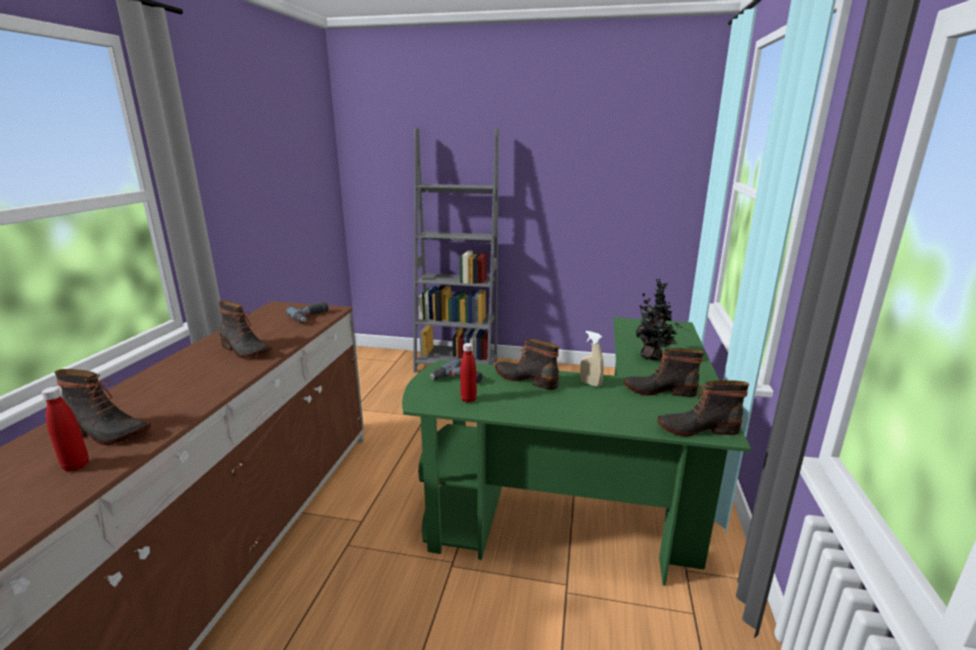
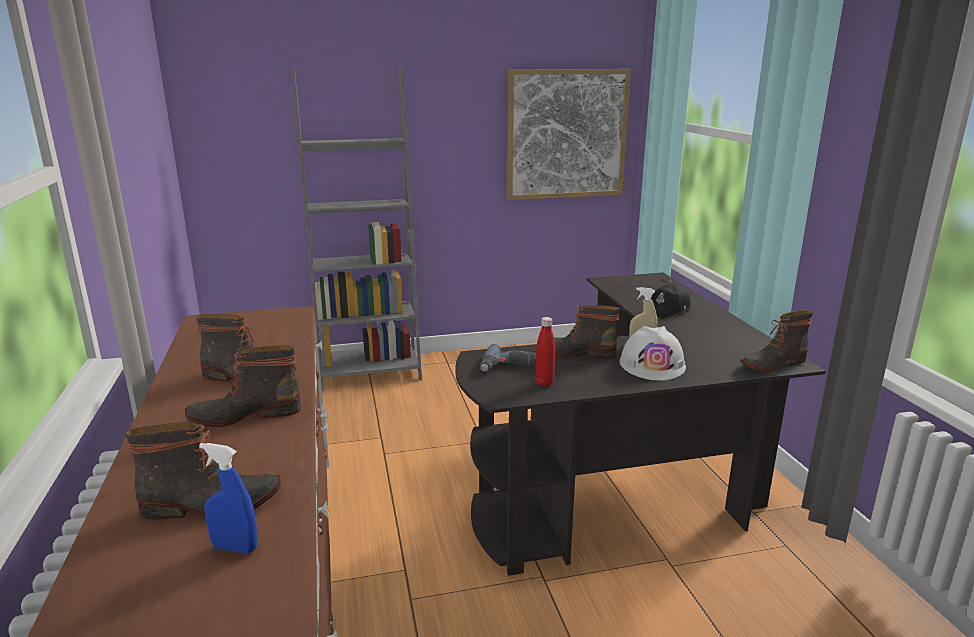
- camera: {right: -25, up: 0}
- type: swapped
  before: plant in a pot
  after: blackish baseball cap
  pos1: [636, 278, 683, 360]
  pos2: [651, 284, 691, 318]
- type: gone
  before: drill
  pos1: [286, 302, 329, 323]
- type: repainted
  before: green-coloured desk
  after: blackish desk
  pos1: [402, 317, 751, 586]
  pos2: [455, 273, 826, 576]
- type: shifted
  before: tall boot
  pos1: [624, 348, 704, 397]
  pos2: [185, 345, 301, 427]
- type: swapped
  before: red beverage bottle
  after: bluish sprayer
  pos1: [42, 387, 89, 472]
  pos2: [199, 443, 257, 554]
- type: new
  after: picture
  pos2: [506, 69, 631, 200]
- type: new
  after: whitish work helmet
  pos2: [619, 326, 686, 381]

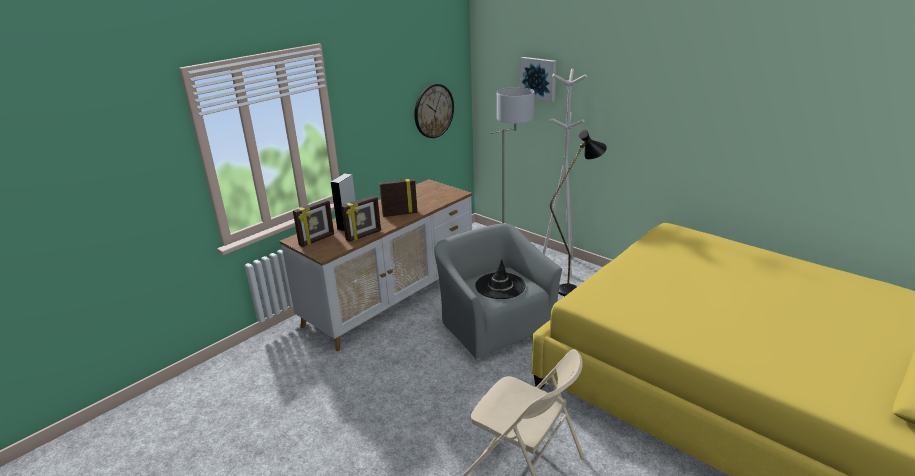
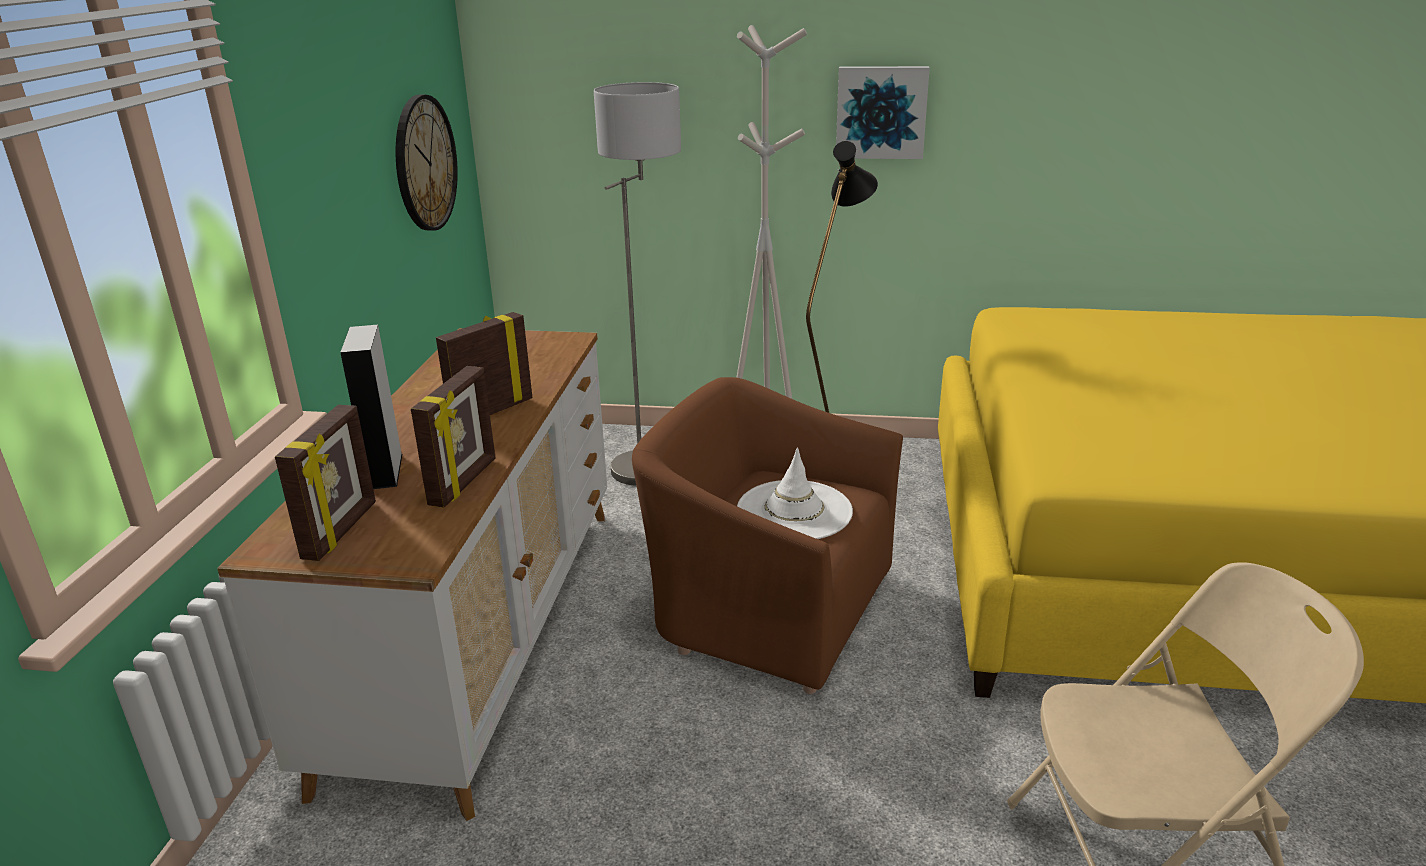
- camera: {right: -35, up: 0}
- type: shifted
  before: picture
  pos1: [520, 57, 556, 102]
  pos2: [836, 66, 930, 159]
- type: repainted
  before: greyish armchair
  after: brownish armchair
  pos1: [434, 223, 562, 360]
  pos2: [632, 377, 903, 694]
- type: repainted
  before: blackish wearable hat
  after: whitish wearable hat
  pos1: [475, 259, 526, 299]
  pos2: [737, 447, 853, 539]

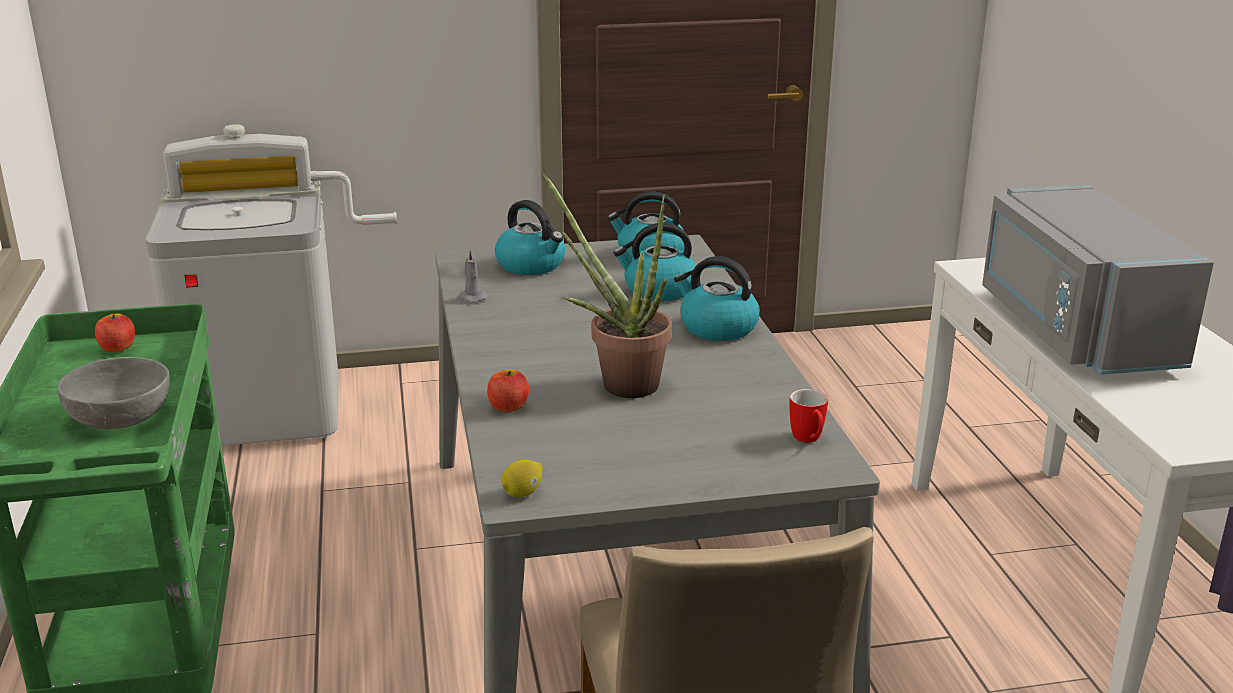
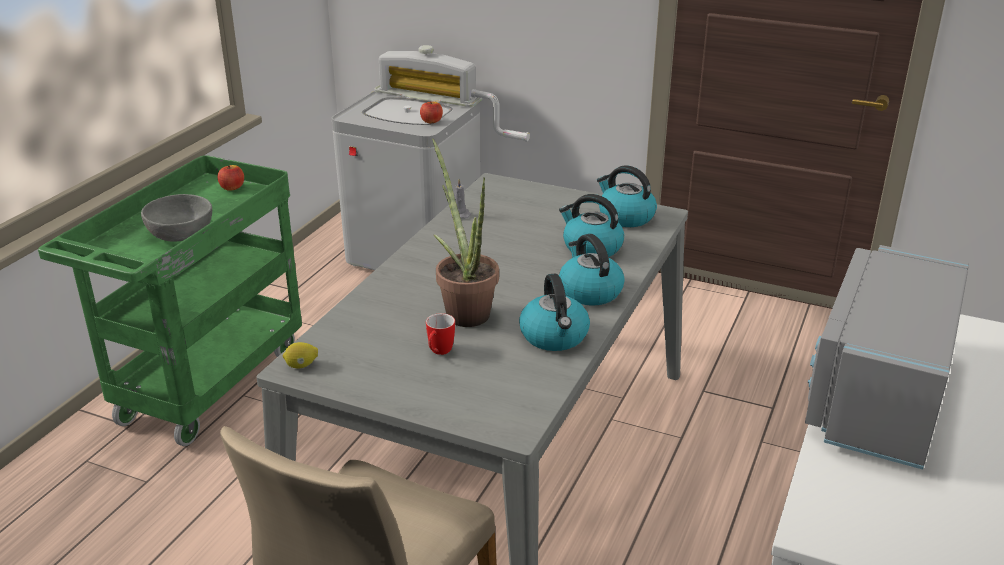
- camera: {right: 35, up: 5}
- type: shifted
  before: water kettle
  pos1: [495, 200, 565, 275]
  pos2: [519, 274, 590, 351]
- type: shifted
  before: apple
  pos1: [487, 369, 529, 413]
  pos2: [420, 101, 443, 123]
- type: shifted
  before: tea mug
  pos1: [789, 389, 828, 443]
  pos2: [426, 313, 455, 355]

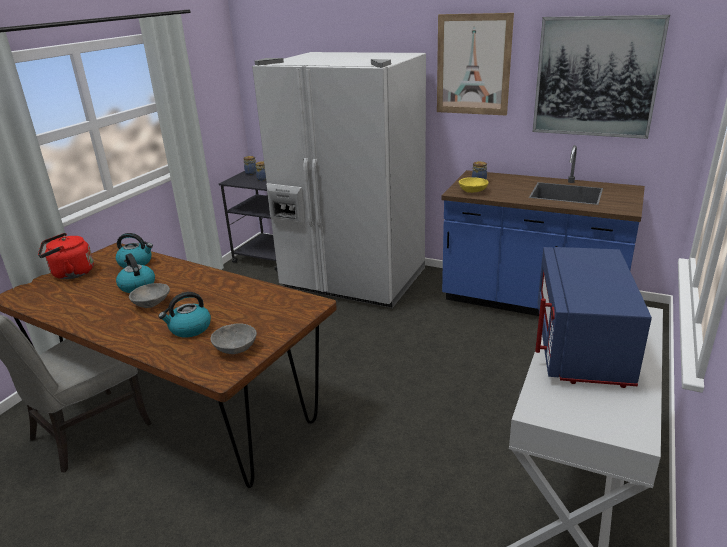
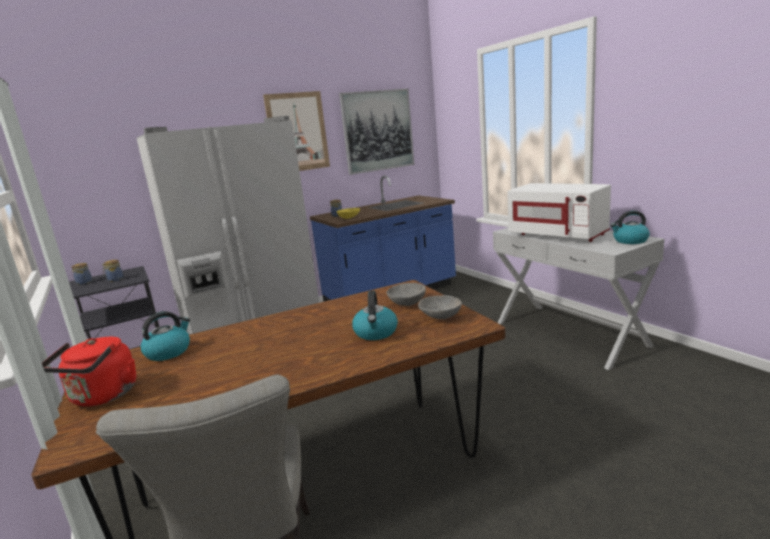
- camera: {right: -55, up: -10}
- type: repainted
  before: bluish kitchen microwave
  after: whitish kitchen microwave
  pos1: [535, 247, 652, 388]
  pos2: [507, 183, 611, 242]
- type: shifted
  before: water kettle
  pos1: [116, 253, 155, 293]
  pos2: [610, 211, 650, 244]
- type: shifted
  before: greyish bowl
  pos1: [129, 283, 170, 308]
  pos2: [386, 283, 426, 306]

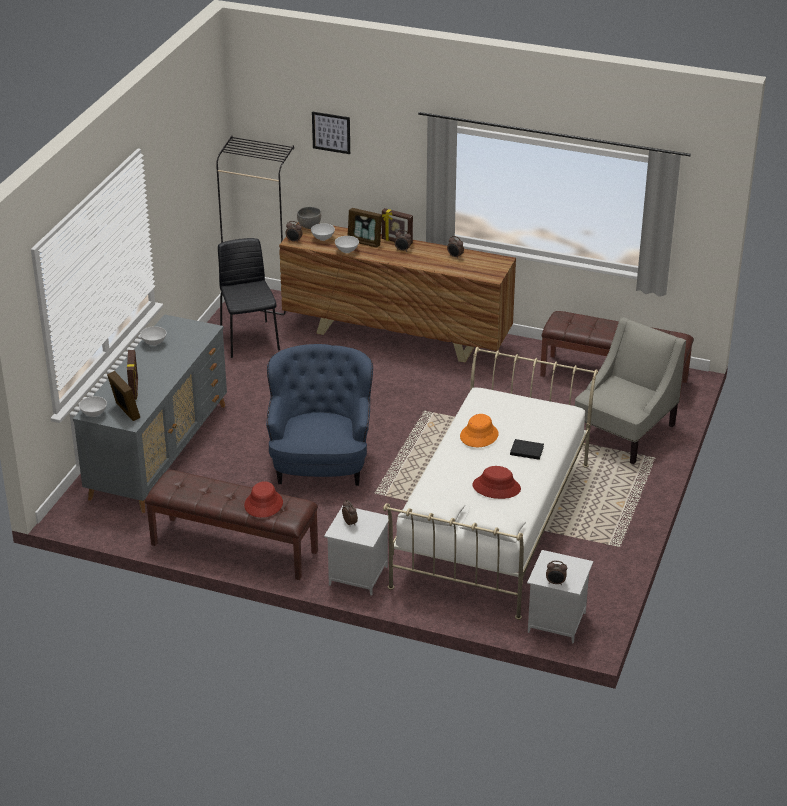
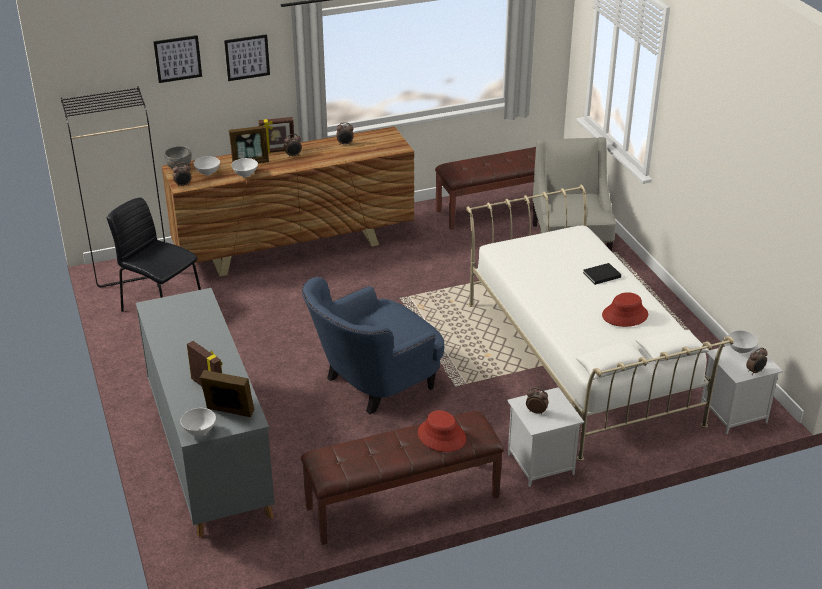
- camera: {right: -40, up: 0}
- type: shifted
  before: whitish bowl
  pos1: [140, 326, 167, 346]
  pos2: [728, 330, 758, 353]
- type: rotated
  before: bluish armchair
  pos1: [266, 344, 373, 486]
  pos2: [302, 277, 444, 414]
  turn: -90
- type: gone
  before: orange wearable hat
  pos1: [460, 414, 499, 447]
- type: new
  after: picture
  pos2: [224, 34, 270, 81]

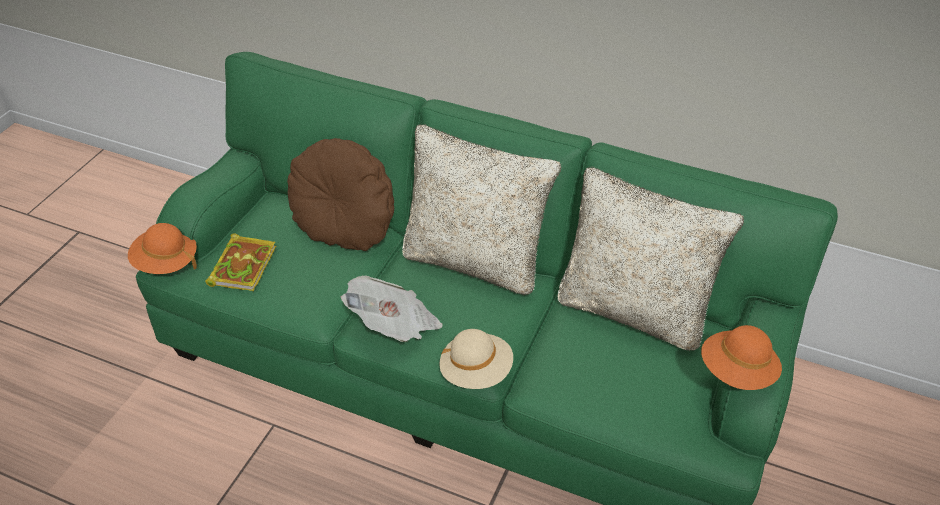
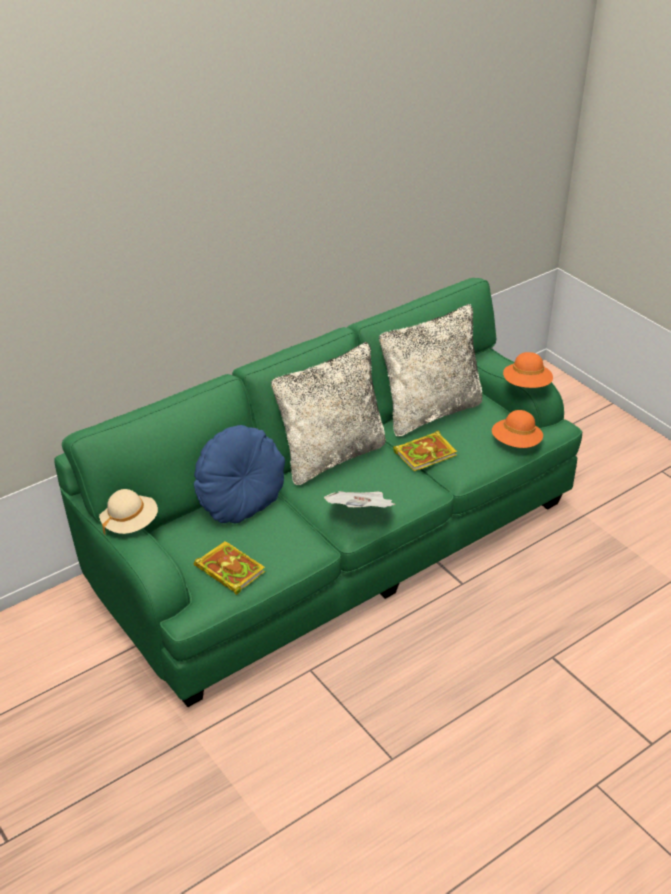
- camera: {right: -60, up: -5}
- type: repainted
  before: brownish cushion
  after: bluish cushion
  pos1: [287, 138, 394, 251]
  pos2: [194, 425, 285, 523]
- type: shifted
  before: orange wearable hat
  pos1: [128, 223, 197, 274]
  pos2: [492, 410, 543, 448]
- type: shifted
  before: beige-coloured wearable hat
  pos1: [439, 329, 513, 389]
  pos2: [99, 489, 158, 535]
- type: new
  after: book
  pos2: [393, 430, 457, 471]

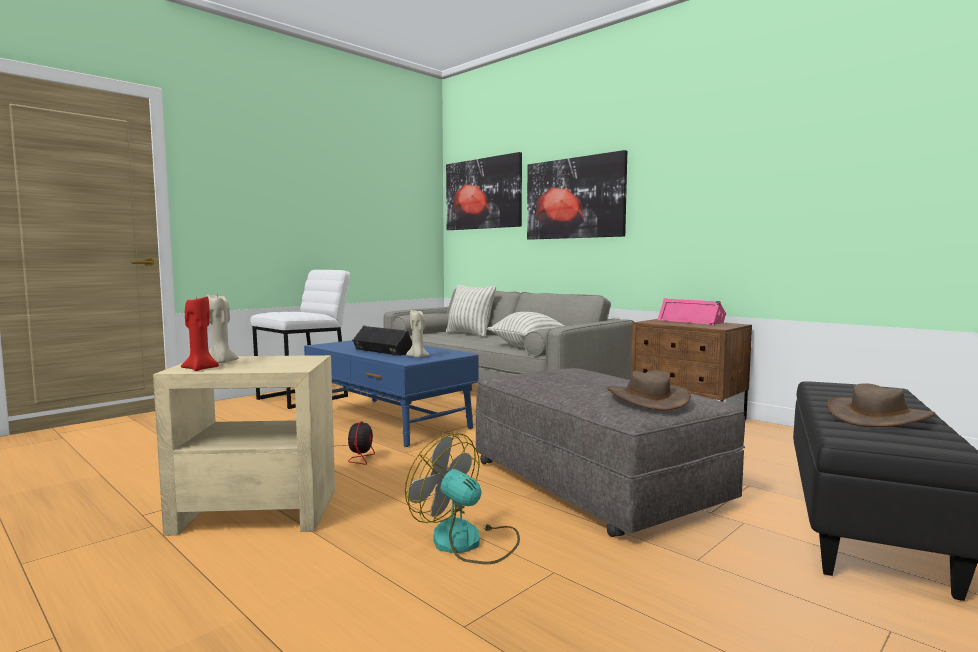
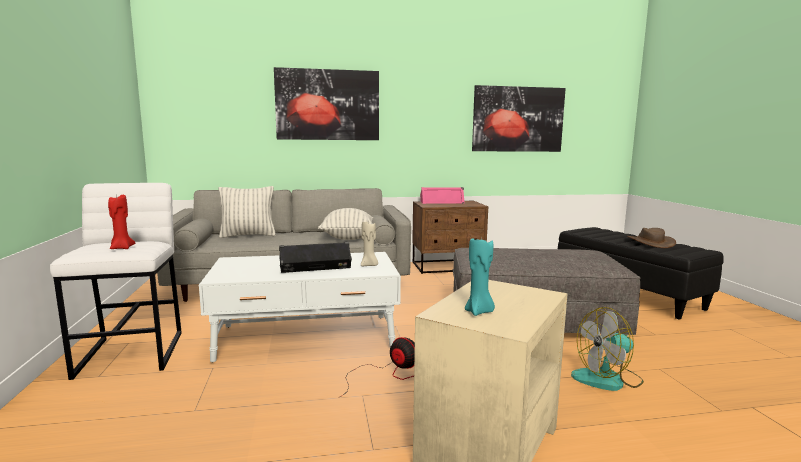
- camera: {right: -55, up: 5}
- type: shifted
  before: picture
  pos1: [446, 152, 522, 230]
  pos2: [472, 85, 566, 152]
- type: repainted
  before: beige-coloured wax light
  after: turquoise-coloured wax light
  pos1: [206, 294, 239, 363]
  pos2: [465, 237, 495, 316]
- type: shifted
  before: red wax light
  pos1: [181, 297, 219, 371]
  pos2: [108, 194, 135, 249]
- type: repainted
  before: bluish low table
  after: whitish low table
  pos1: [304, 340, 479, 447]
  pos2: [199, 252, 401, 362]
- type: gone
  before: brownish wearable hat
  pos1: [607, 371, 691, 411]

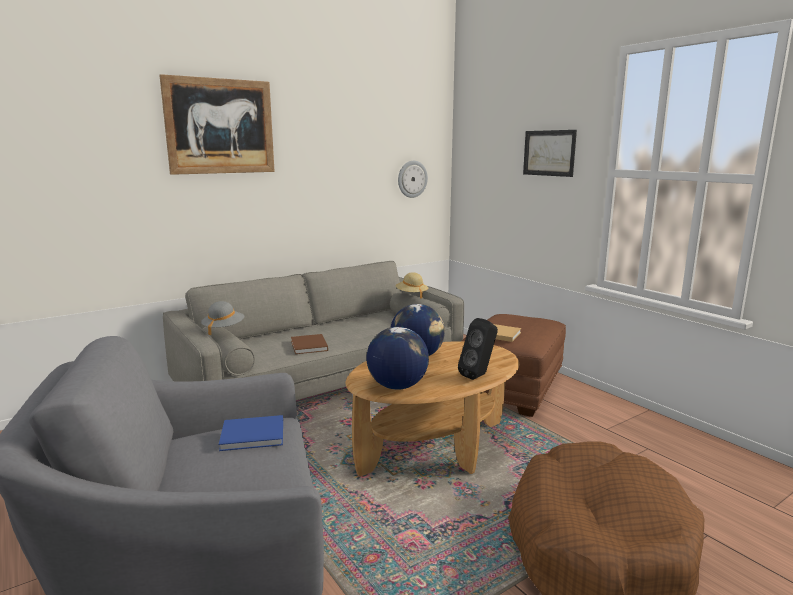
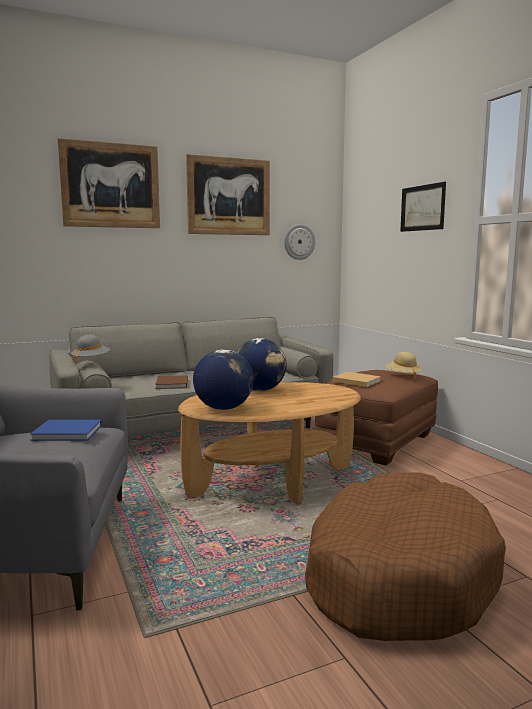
- camera: {right: 10, up: -5}
- type: shifted
  before: beige-coloured wearable hat
  pos1: [395, 272, 428, 299]
  pos2: [385, 352, 423, 380]
- type: gone
  before: blackish loudspeaker
  pos1: [458, 318, 498, 380]
- type: new
  after: picture
  pos2: [186, 154, 270, 235]

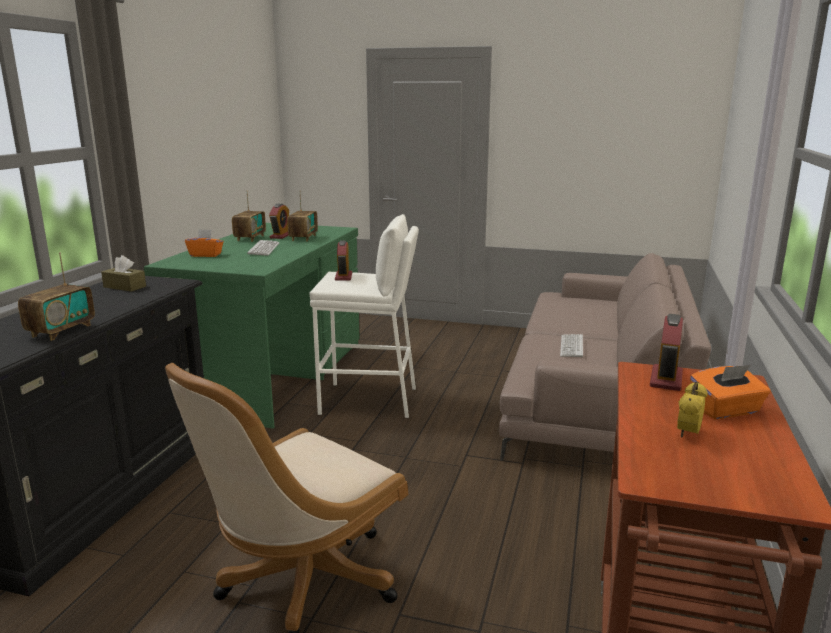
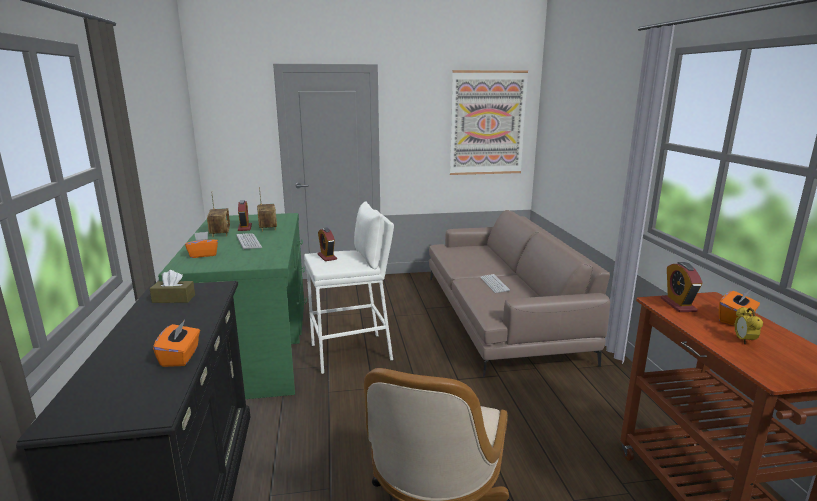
- camera: {right: -25, up: 0}
- type: swapped
  before: radio receiver
  after: orange tissue holder
  pos1: [18, 253, 95, 341]
  pos2: [153, 320, 200, 367]
- type: new
  after: picture
  pos2: [450, 70, 528, 175]

